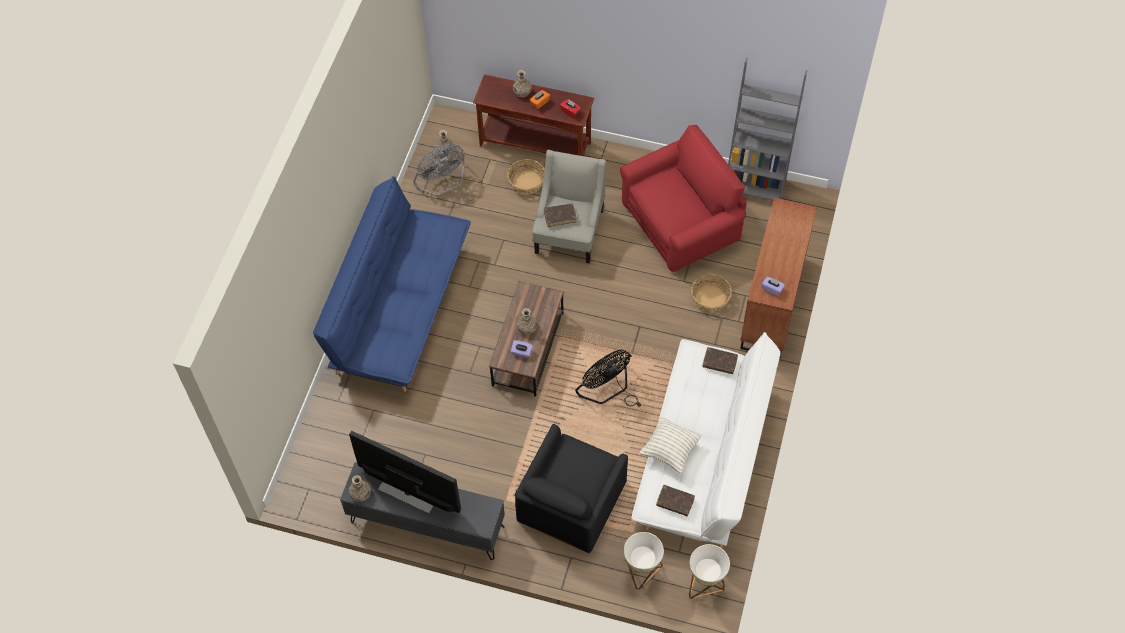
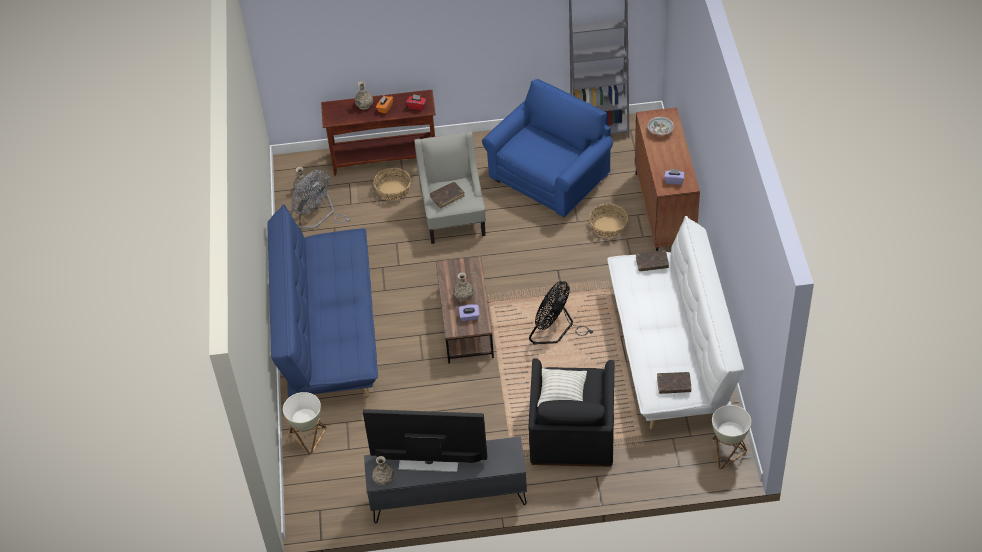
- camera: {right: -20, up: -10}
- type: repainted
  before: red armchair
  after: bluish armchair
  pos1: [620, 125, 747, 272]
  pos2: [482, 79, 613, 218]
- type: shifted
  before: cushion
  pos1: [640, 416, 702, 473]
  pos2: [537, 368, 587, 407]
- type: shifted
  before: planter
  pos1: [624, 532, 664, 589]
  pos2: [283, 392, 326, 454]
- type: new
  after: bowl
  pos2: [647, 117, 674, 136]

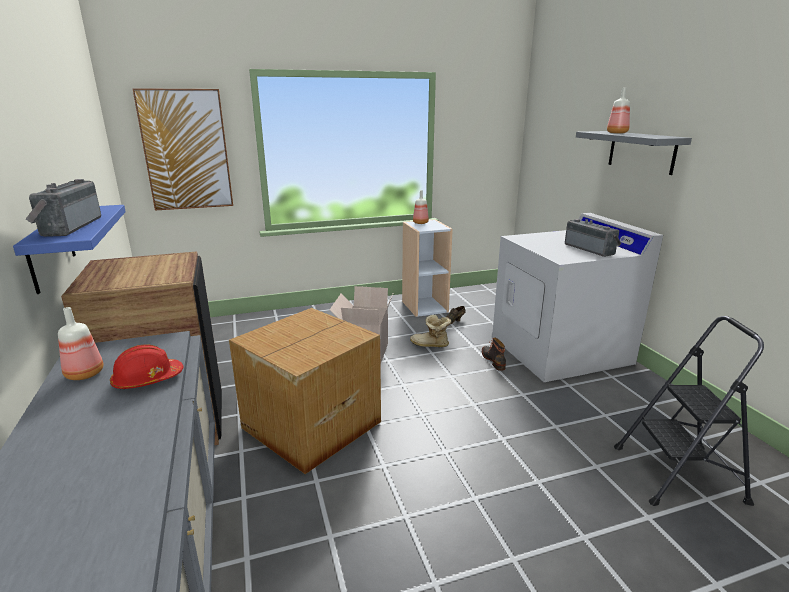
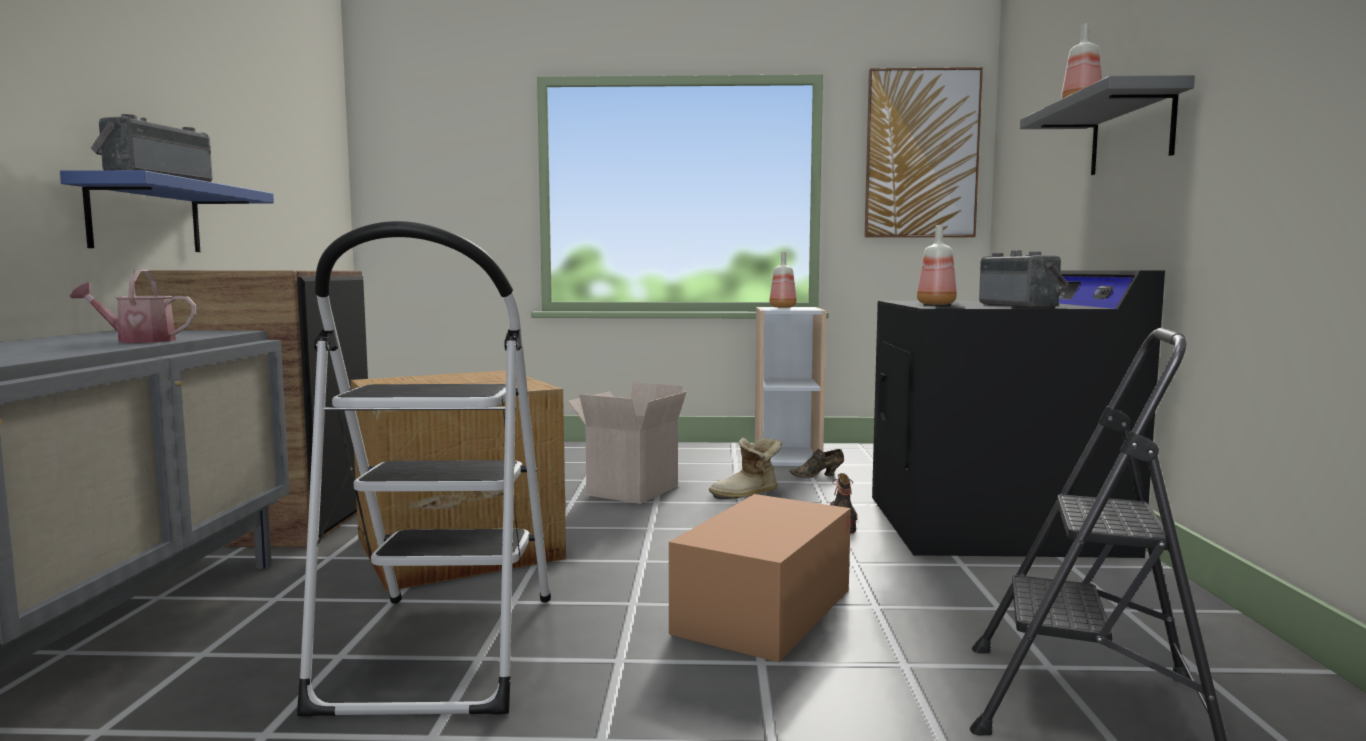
- camera: {right: 20, up: -15}
- type: shifted
  before: picture
  pos1: [132, 88, 233, 211]
  pos2: [864, 67, 983, 238]
- type: repainted
  before: whitish washing machine
  after: blackish washing machine
  pos1: [492, 213, 663, 382]
  pos2: [872, 270, 1165, 558]
- type: shifted
  before: beverage bottle
  pos1: [58, 307, 104, 380]
  pos2: [917, 225, 957, 305]
- type: rotated
  before: tall boot
  pos1: [410, 315, 451, 347]
  pos2: [709, 437, 782, 499]
  turn: -60
- type: swapped
  before: red work helmet
  after: watering can
  pos1: [110, 344, 183, 390]
  pos2: [70, 270, 196, 343]
- type: new
  after: stepladder
  pos2: [297, 221, 551, 717]
- type: new
  after: packing box
  pos2: [669, 494, 851, 662]

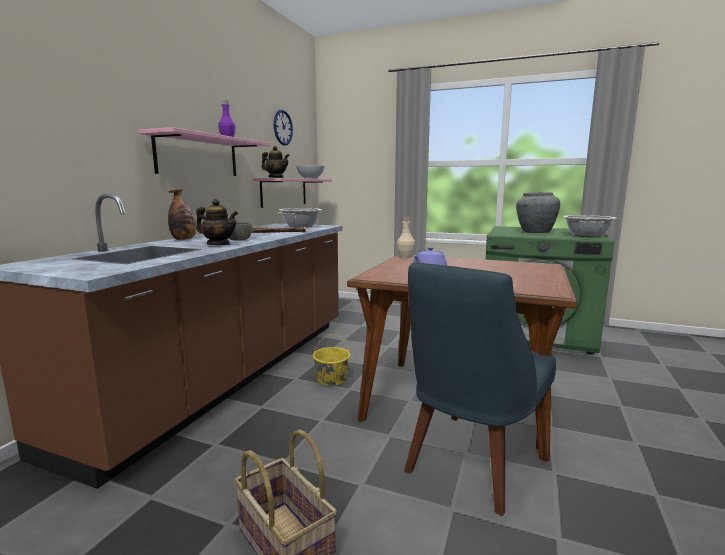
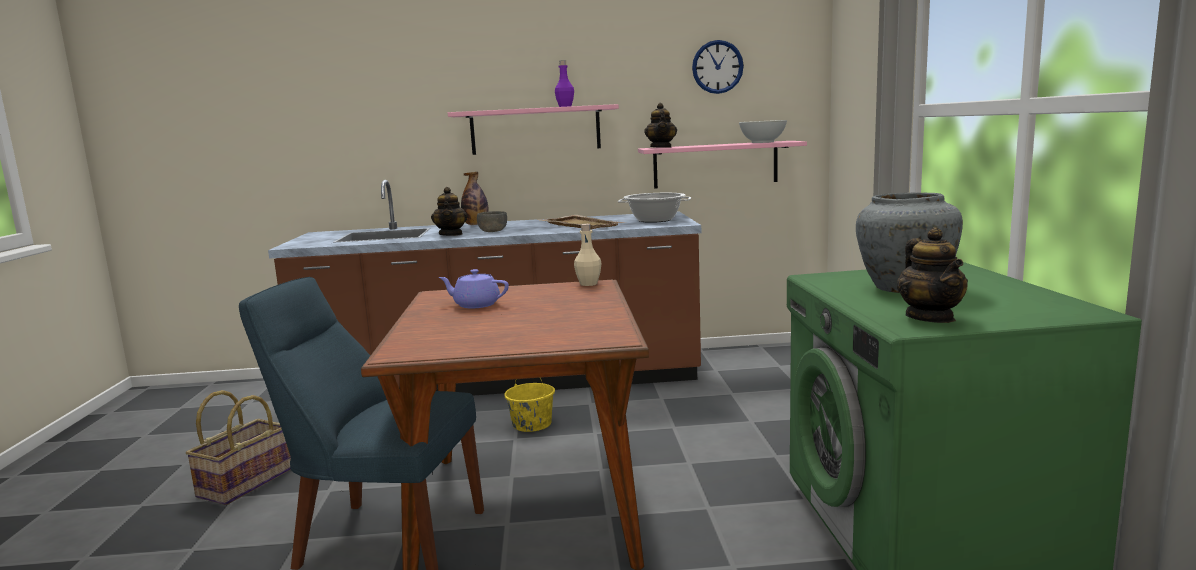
- camera: {right: 65, up: 0}
- type: swapped
  before: cooking pot
  after: pot for tea
  pos1: [563, 215, 617, 237]
  pos2: [897, 227, 968, 323]

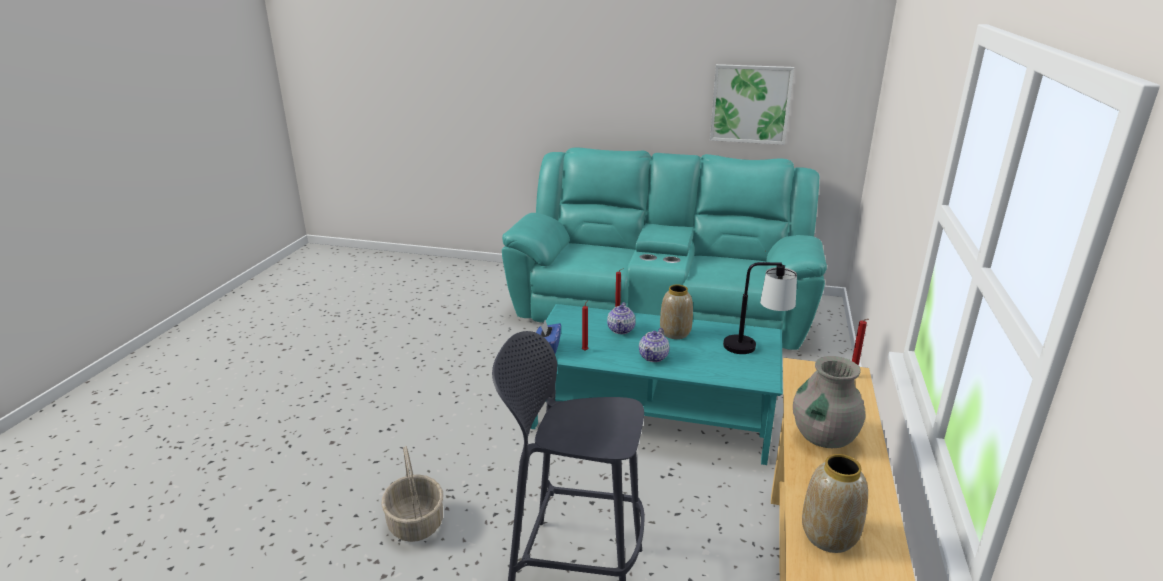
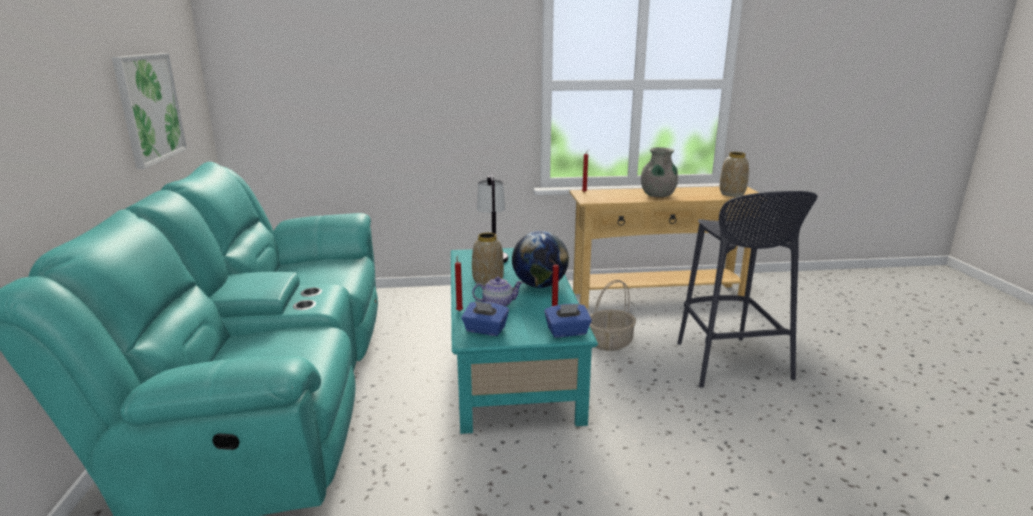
- camera: {right: -110, up: -5}
- type: swapped
  before: pot for tea
  after: world globe
  pos1: [639, 328, 669, 362]
  pos2: [512, 231, 569, 288]
- type: shifted
  before: storage basket
  pos1: [381, 446, 443, 542]
  pos2: [590, 280, 636, 351]
- type: new
  after: bluish tissue holder
  pos2: [461, 301, 509, 336]

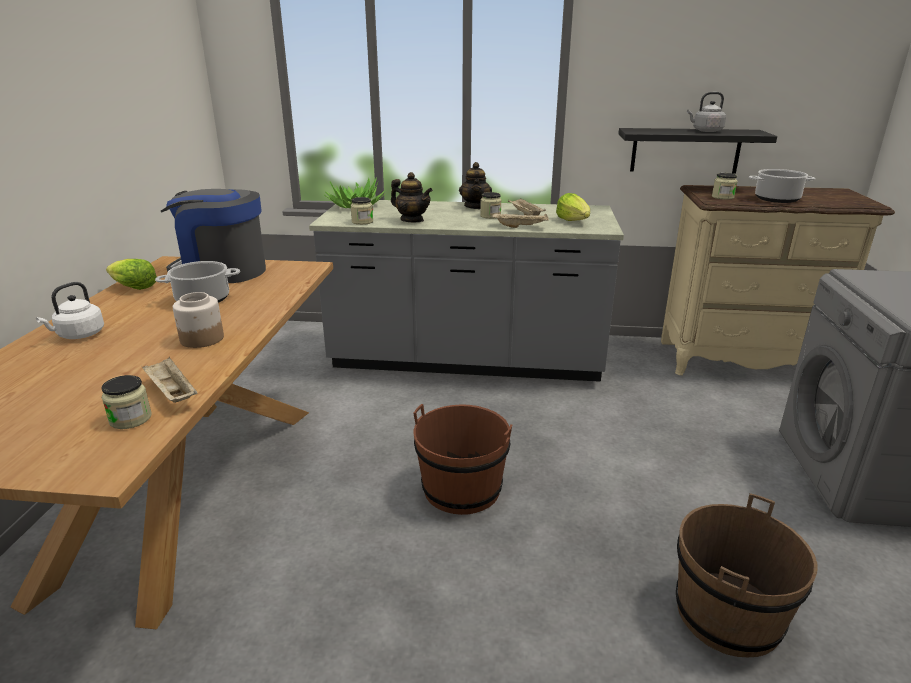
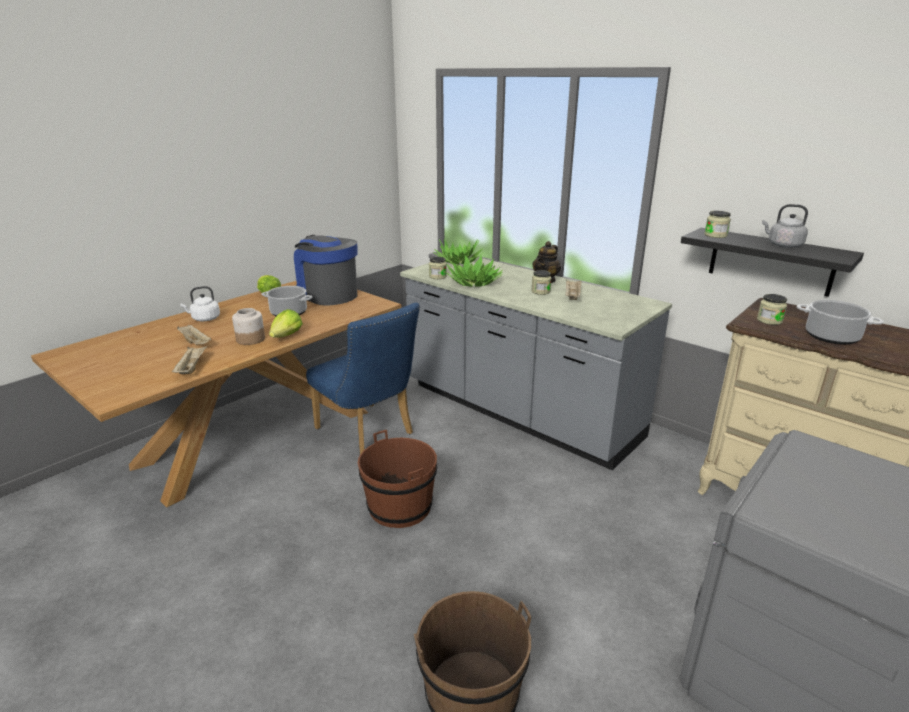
- camera: {right: 35, up: 0}
- type: swapped
  before: pot for tea
  after: plant in a pot
  pos1: [391, 172, 433, 222]
  pos2: [446, 255, 503, 287]
- type: shifted
  before: lettuce
  pos1: [556, 193, 590, 221]
  pos2: [269, 309, 303, 338]
- type: shifted
  before: beige-coloured serving tray
  pos1: [492, 213, 549, 228]
  pos2: [177, 325, 211, 345]
- type: shifted
  before: jar
  pos1: [101, 375, 152, 429]
  pos2: [704, 211, 731, 238]
- type: new
  after: bluish chair
  pos2: [306, 303, 420, 454]

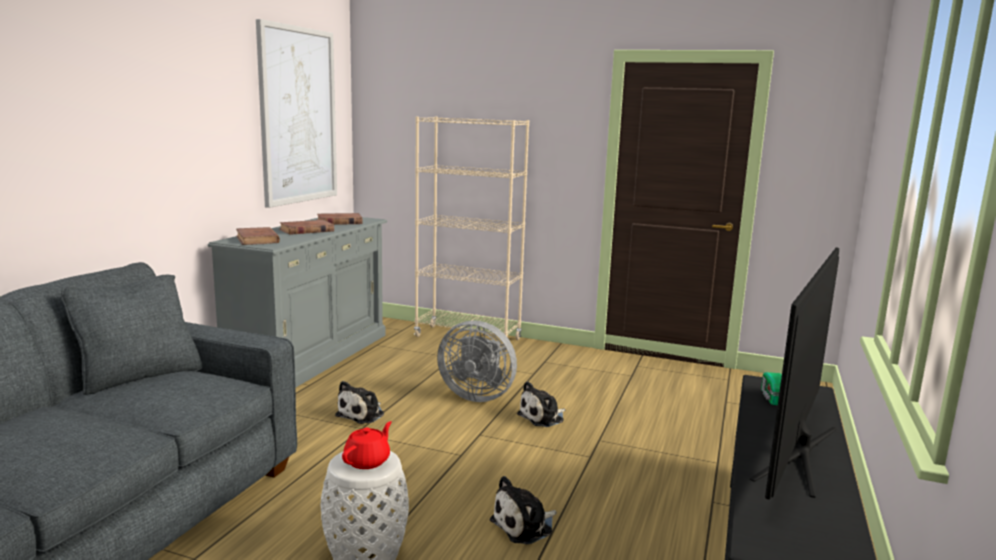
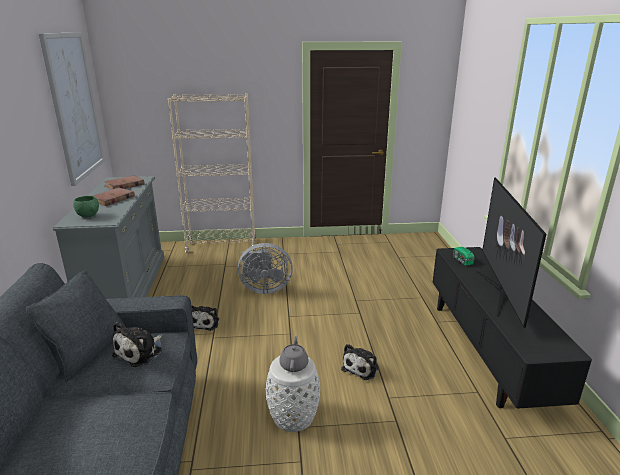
- camera: {right: -25, up: 10}
- type: swapped
  before: brownish book
  after: green-coloured bowl
  pos1: [236, 227, 280, 245]
  pos2: [73, 196, 99, 218]
- type: shifted
  before: plush toy
  pos1: [517, 381, 565, 427]
  pos2: [112, 322, 162, 367]
- type: repainted
  before: red pot for tea
  after: greyish pot for tea
  pos1: [342, 421, 391, 469]
  pos2: [279, 336, 309, 372]

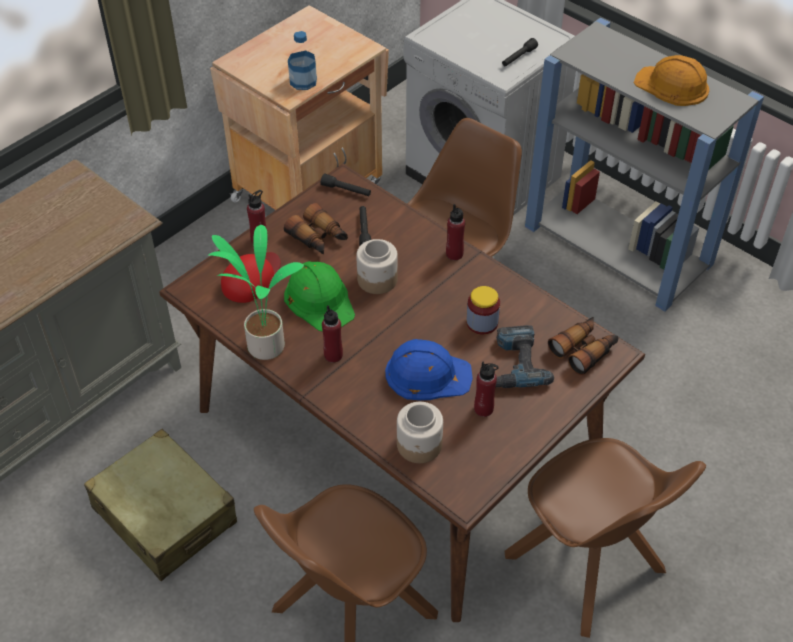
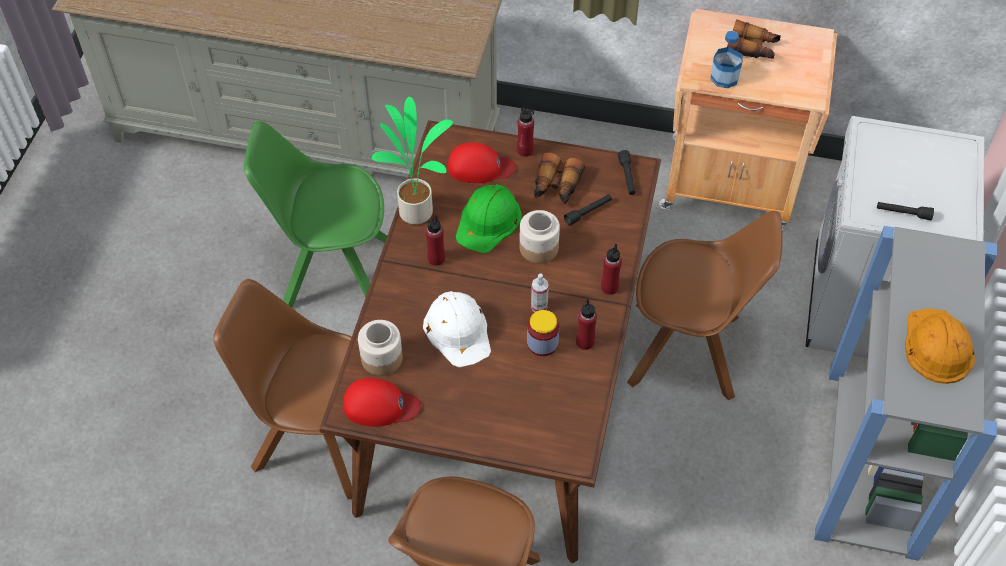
- camera: {right: 60, up: 5}
- type: shifted
  before: field glasses
  pos1: [548, 317, 619, 375]
  pos2: [727, 19, 781, 59]
- type: gone
  before: drill
  pos1: [496, 325, 554, 388]
- type: repainted
  before: bluish work helmet
  after: whitish work helmet
  pos1: [385, 339, 473, 400]
  pos2: [423, 291, 491, 368]
- type: shifted
  before: red beverage bottle
  pos1: [474, 361, 499, 417]
  pos2: [576, 299, 597, 350]
- type: swapped
  before: beige-coloured piece of luggage
  after: green-coloured chair
  pos1: [84, 429, 237, 581]
  pos2: [244, 121, 387, 307]
- type: new
  after: sprayer
  pos2: [531, 273, 549, 312]
- type: new
  after: red baseball cap
  pos2: [343, 378, 421, 427]

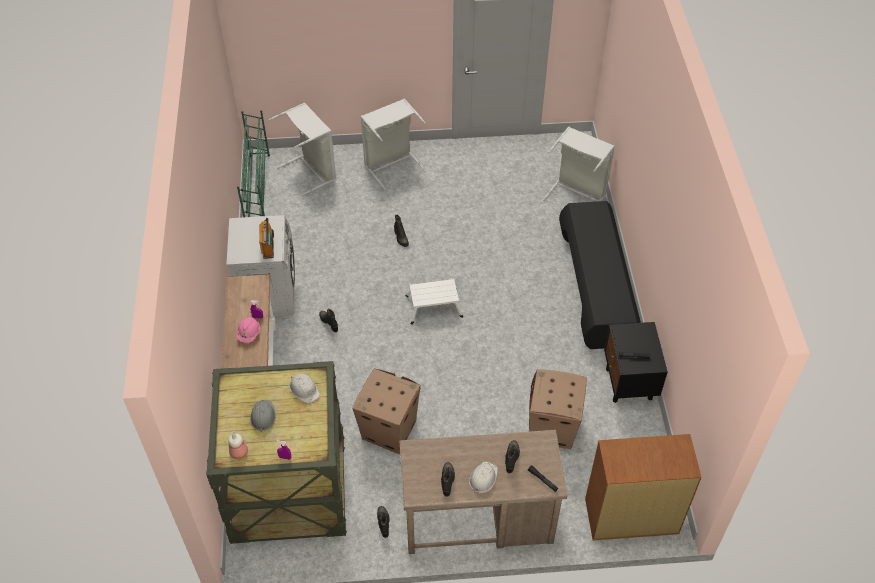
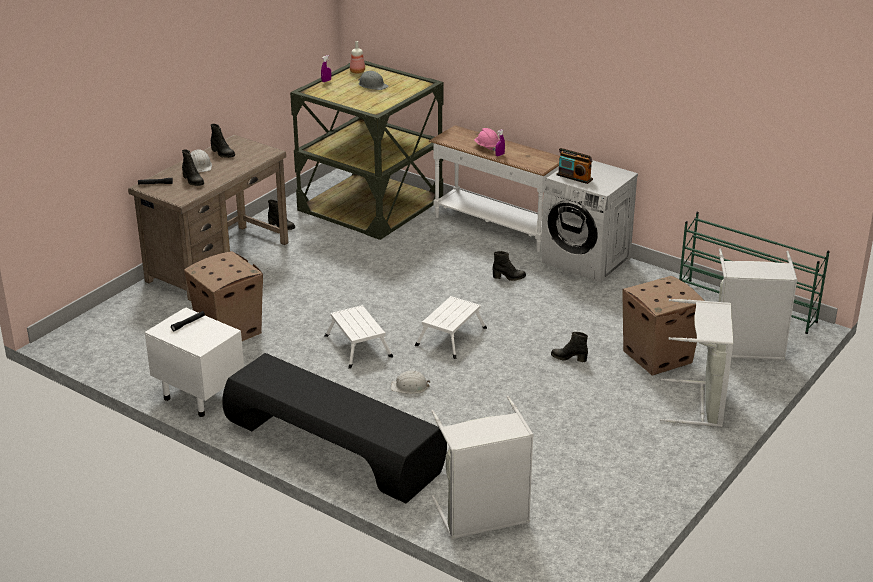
- camera: {right: 130, up: -20}
- type: repainted
  before: blackish bedside table
  after: whitish bedside table
  pos1: [604, 322, 668, 403]
  pos2: [145, 307, 244, 417]
- type: shifted
  before: packing box
  pos1: [352, 369, 421, 454]
  pos2: [622, 276, 705, 376]
- type: shifted
  before: whitish work helmet
  pos1: [289, 373, 320, 404]
  pos2: [391, 371, 430, 394]
- type: gone
  before: brownish cupboard
  pos1: [585, 434, 702, 541]
- type: new
  after: whitish stepladder
  pos2: [325, 305, 393, 369]

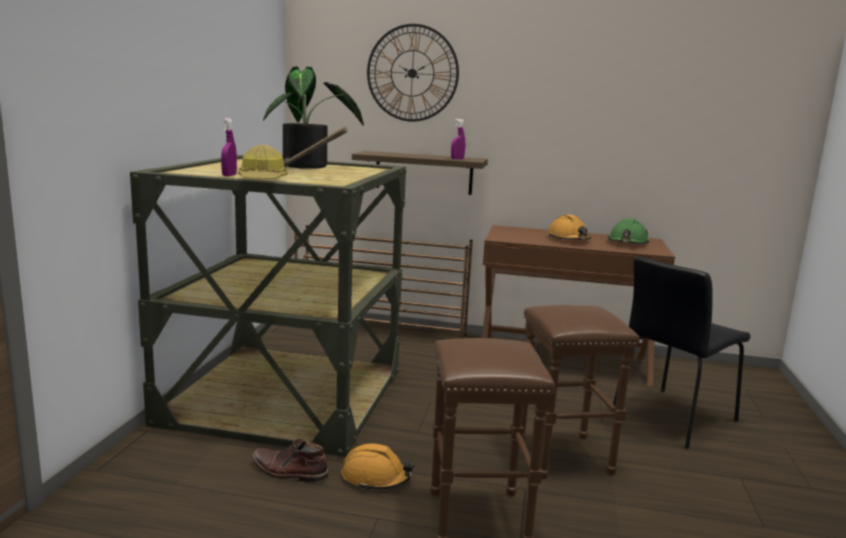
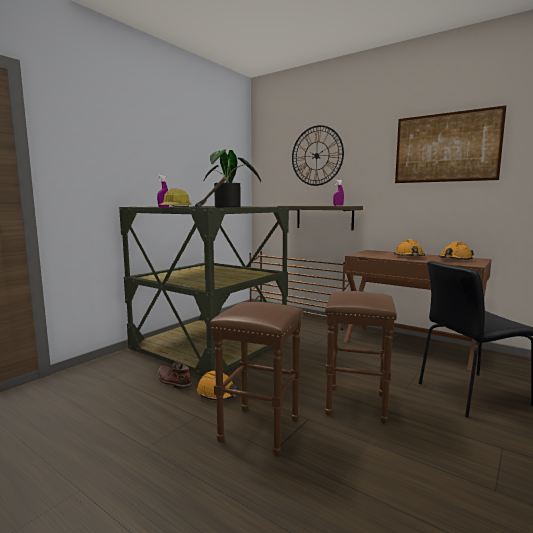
- camera: {right: 25, up: -5}
- type: repainted
  before: green-coloured work helmet
  after: orange work helmet
  pos1: [608, 218, 649, 244]
  pos2: [439, 241, 474, 260]
- type: new
  after: picture
  pos2: [395, 105, 506, 183]

